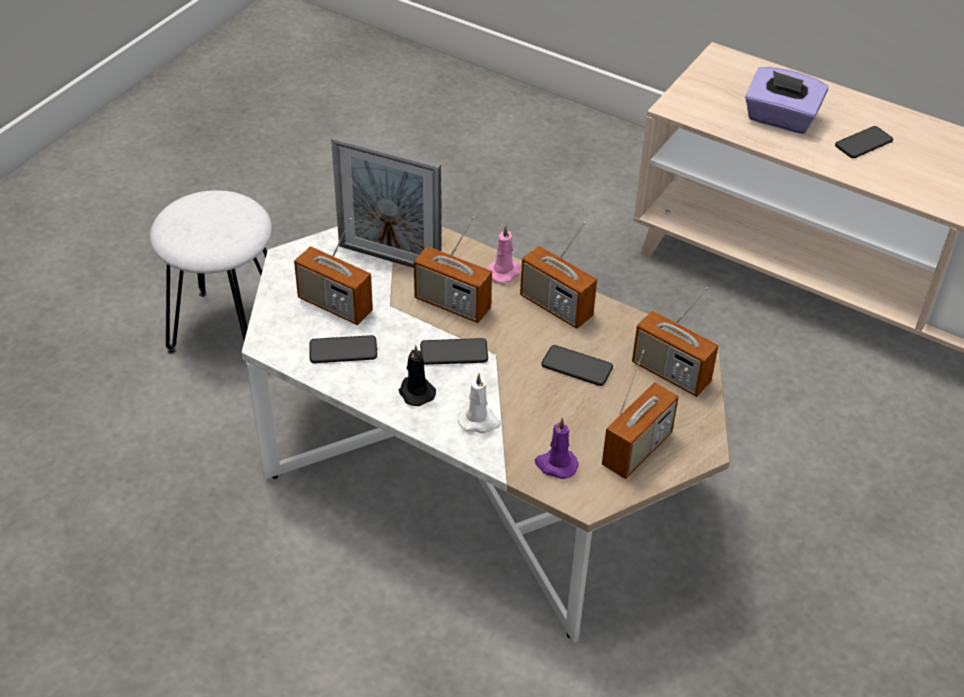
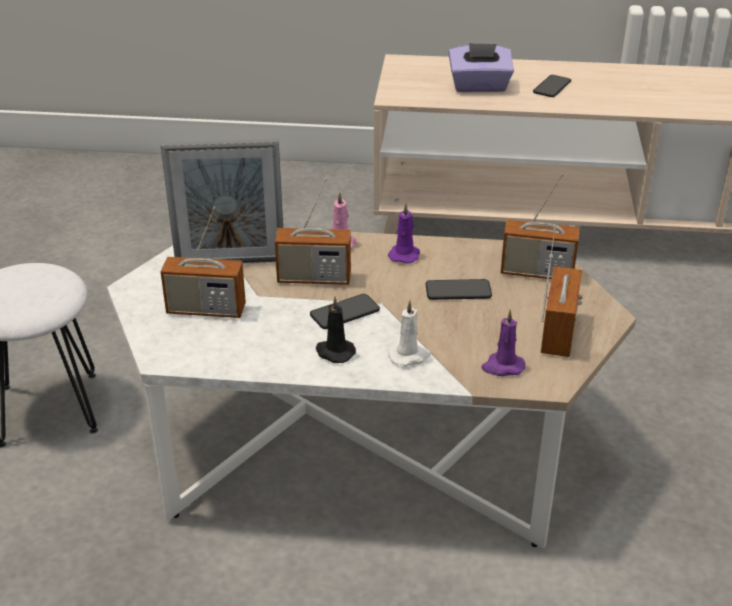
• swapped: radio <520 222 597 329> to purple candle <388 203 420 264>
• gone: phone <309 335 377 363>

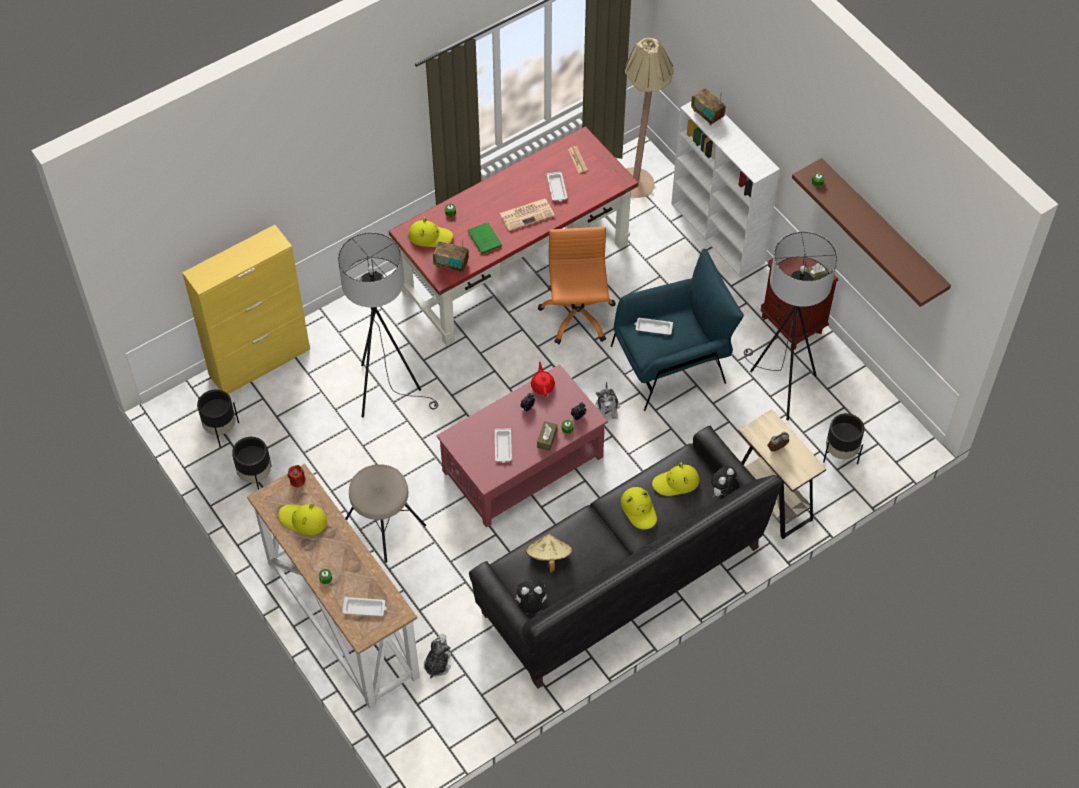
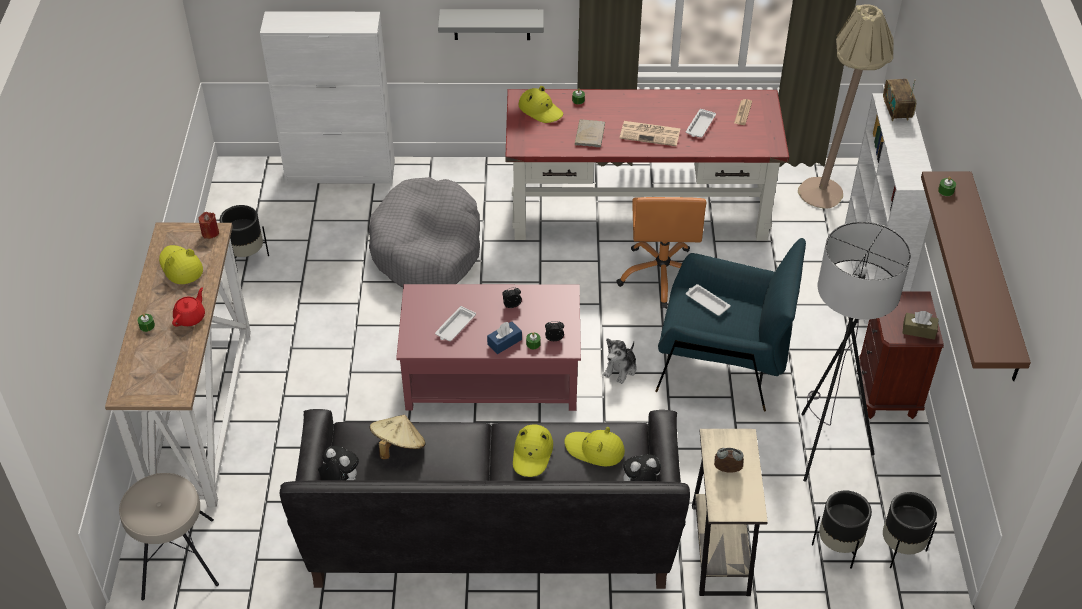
• shifted: beige stool <345 464 426 563> to <119 473 219 600>
• shifted: red teapot <531 361 555 397> to <172 287 205 327>
• repainted: yellow cabinet <182 225 310 394> to white cabinet <260 11 395 183>
• swapped: grey floor lamp <338 232 438 418> to grey dog bed <369 177 480 287>
• new: grey shelf <438 9 544 40>
• repainted: brown tissue box <537 421 557 451> to blue tissue box <487 321 522 354>
• repainted: green book <467 222 502 254> to beige book <574 119 605 147>
• rotated: orange office chair <538 227 616 344> = <616 197 706 309> 150 degrees clockwise
• shifted: black planter <197 389 239 448> to <883 492 937 568>
• gone: white tray <342 597 387 616>
• gone: plush toy <424 634 451 679>
• gone: radio <433 238 469 273>

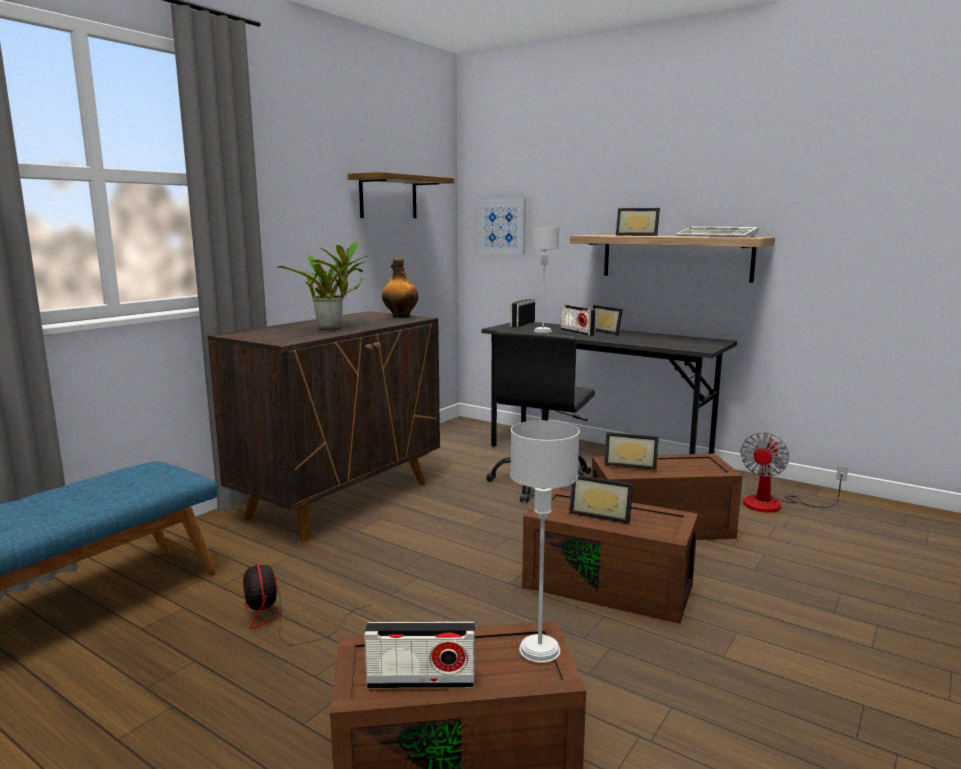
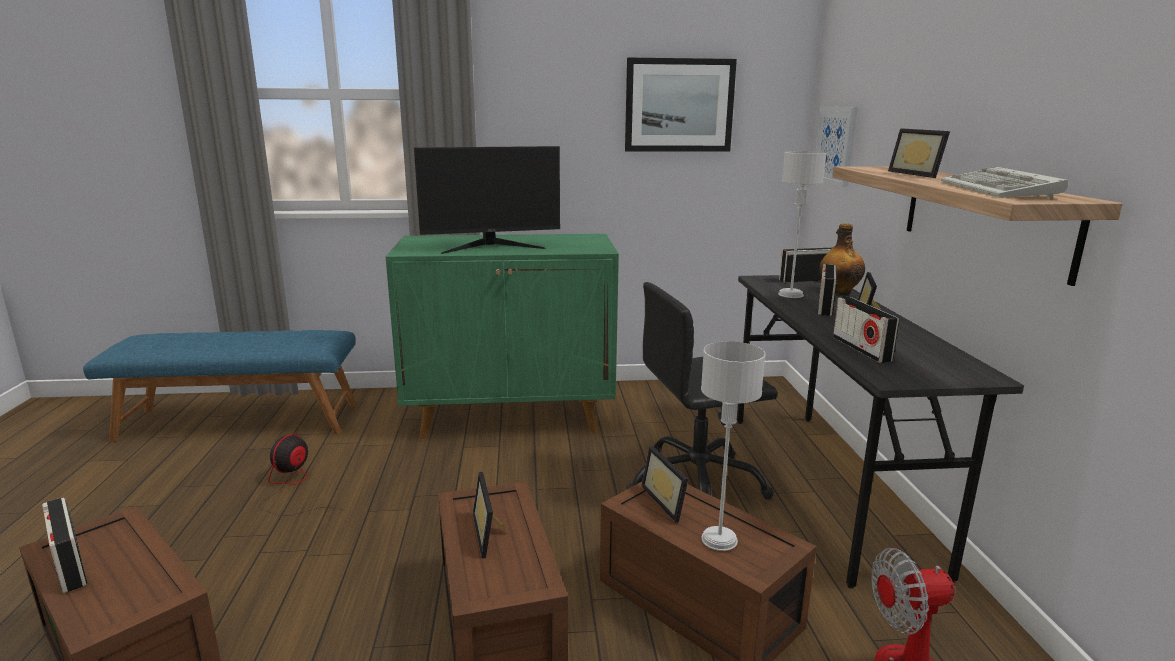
• repainted: brown cabinet <208 311 440 542> to green cabinet <386 234 619 438>
• swapped: potted plant <277 241 368 330> to monitor <414 146 560 254>
• swapped: shelf <347 172 454 218> to picture <625 58 737 152>
• shifted: grey table lamp <510 420 580 663> to <701 341 766 551>
• shifted: bottle <382 258 418 317> to <819 223 865 295>
• new: radio <833 297 899 363>

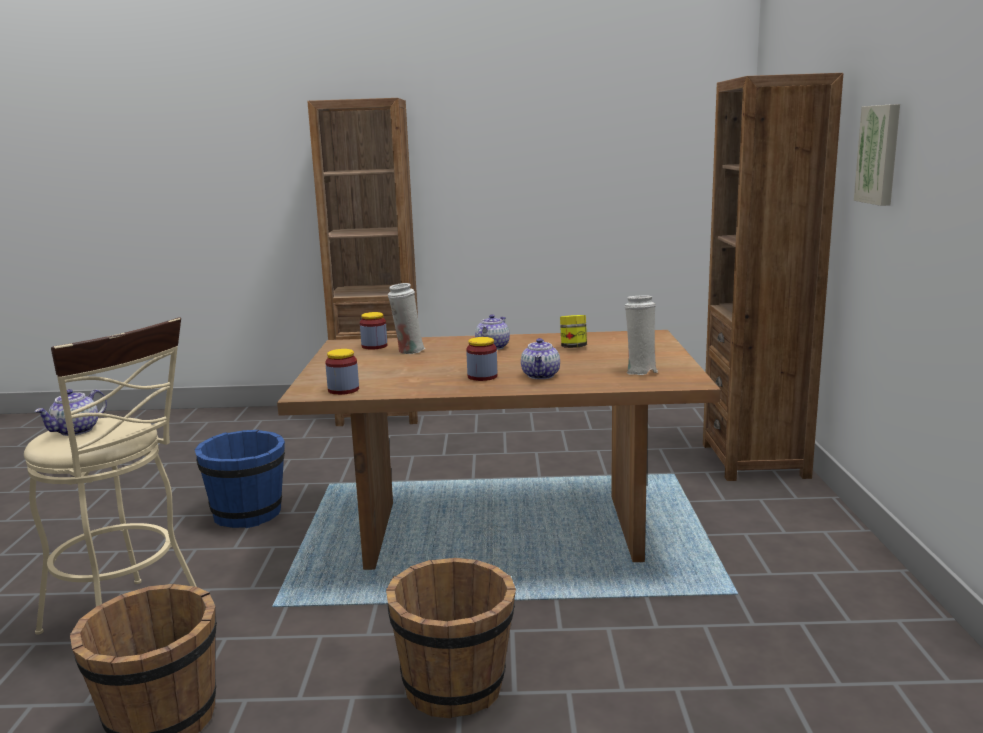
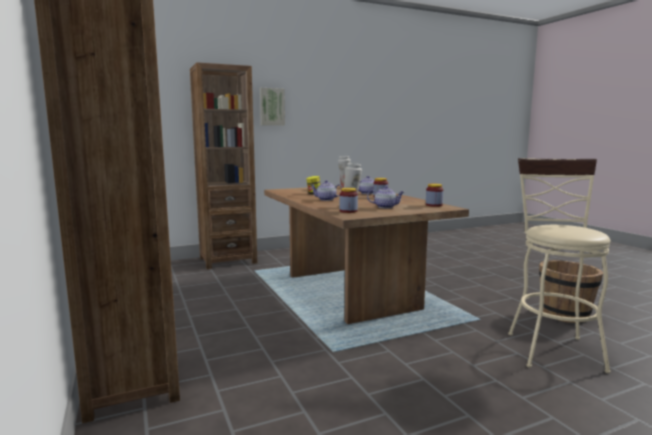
• shifted: teapot <34 389 107 436> to <367 186 404 208>
• gone: blue bucket <195 430 285 528>
• gone: brown bucket <386 558 516 718>

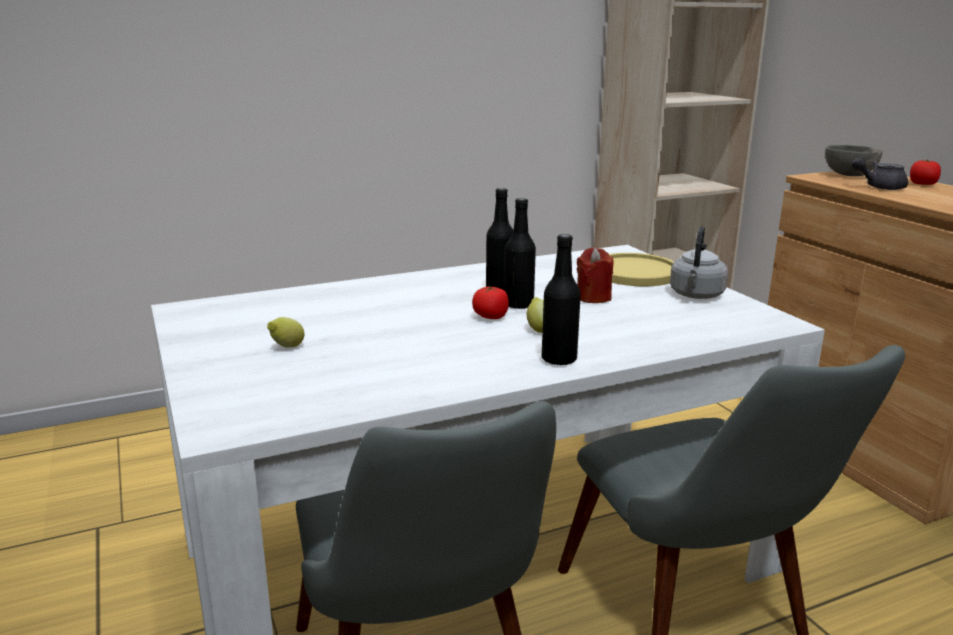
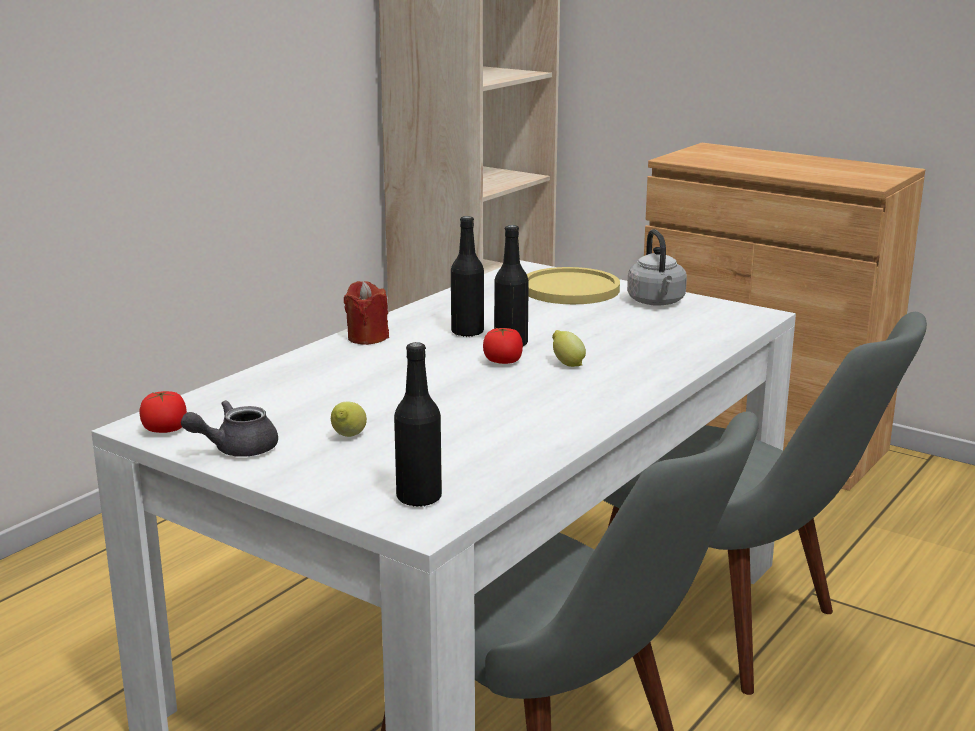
• shifted: tomato <910 160 941 185> to <139 391 187 433>
• shifted: grey teapot <852 158 908 190> to <181 400 278 457>
• shifted: red candle <577 247 614 303> to <344 281 389 345>
• shifted: black bottle <542 234 581 365> to <394 342 442 507>
• gone: grey bowl <825 145 883 176>

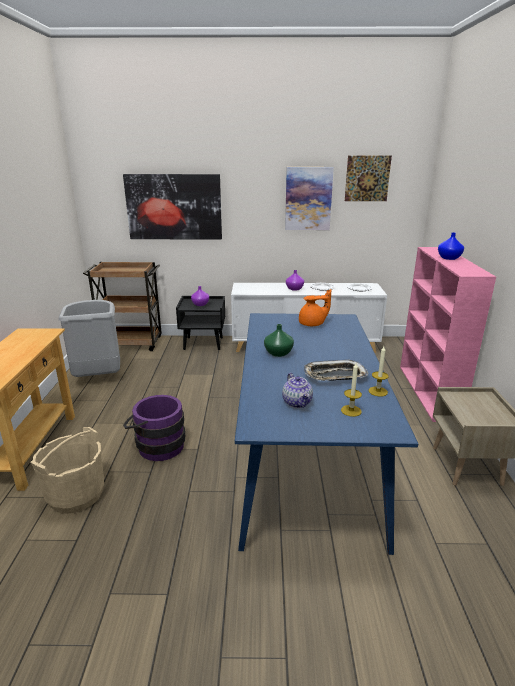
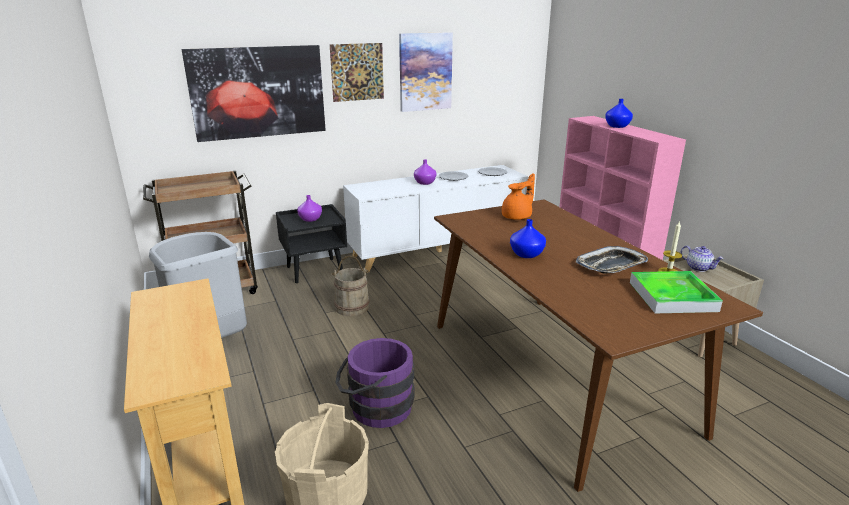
• shifted: picture <345 156 392 201> to <330 43 384 102>
• new: beige bucket <331 255 370 316>
• repainted: blue dining table <235 313 418 555> to brown dining table <434 200 763 492>
• repainted: green vase <264 324 294 357> to blue vase <510 219 546 258>
• swapped: candle <341 363 362 417> to tray <630 271 723 313>
• shifted: teapot <282 373 313 408> to <680 246 724 272>

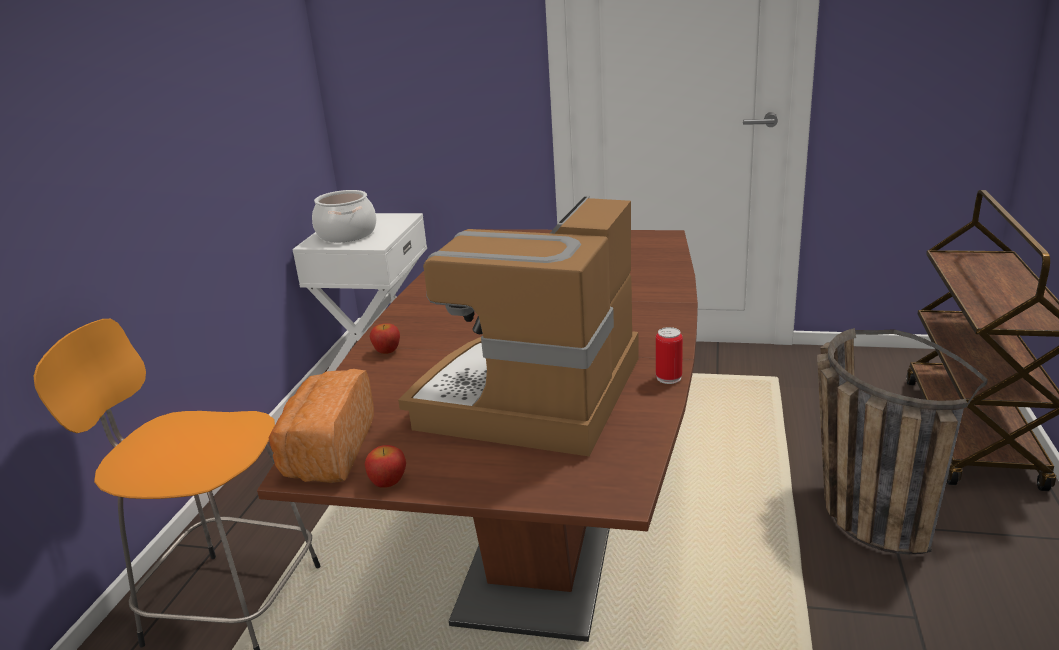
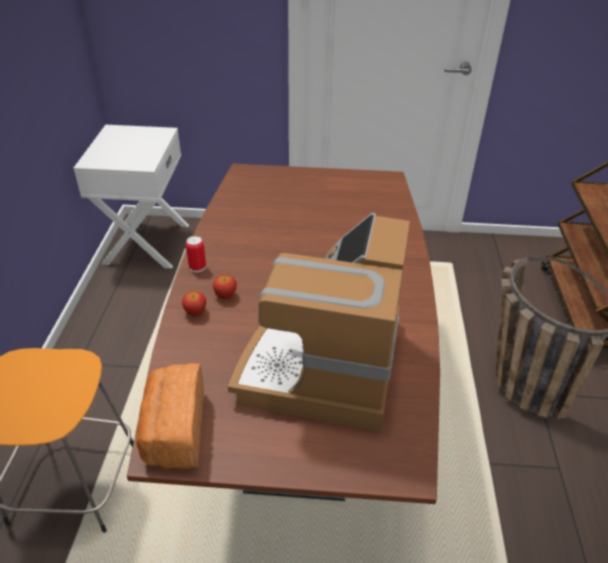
• shifted: can <656 327 683 384> to <186 236 206 272>
• shifted: apple <364 445 406 488> to <213 275 237 299>
• gone: cooking pot <312 190 376 242>

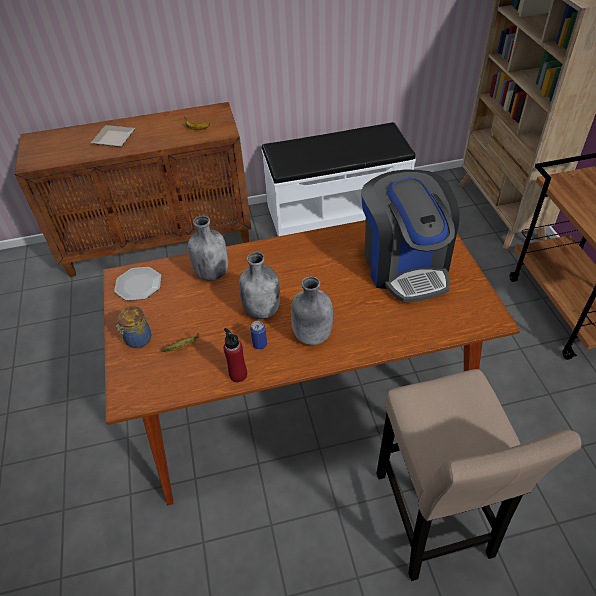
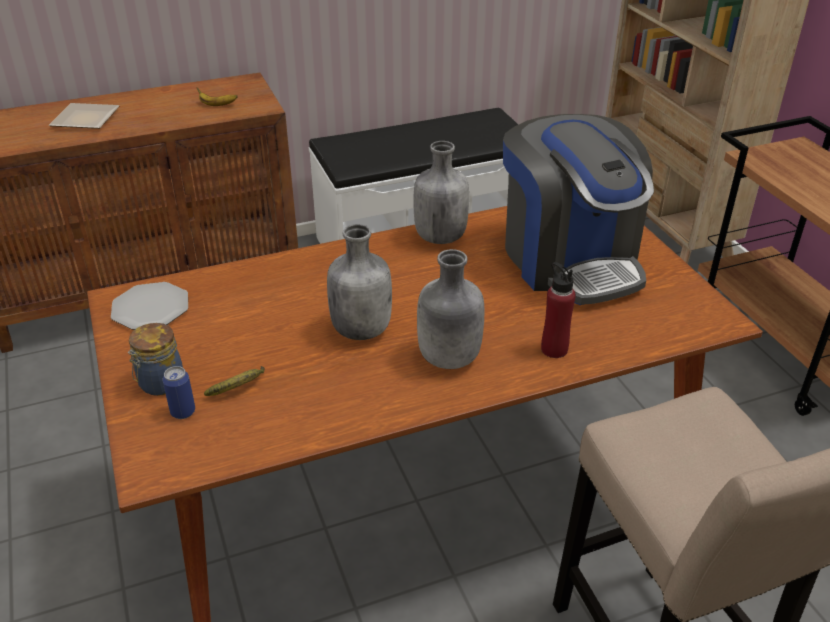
• shifted: can <250 321 267 350> to <163 366 195 419>
• shifted: grey bottle <188 216 228 281> to <413 141 469 244>
• shifted: red bottle <224 328 247 382> to <541 262 576 358>

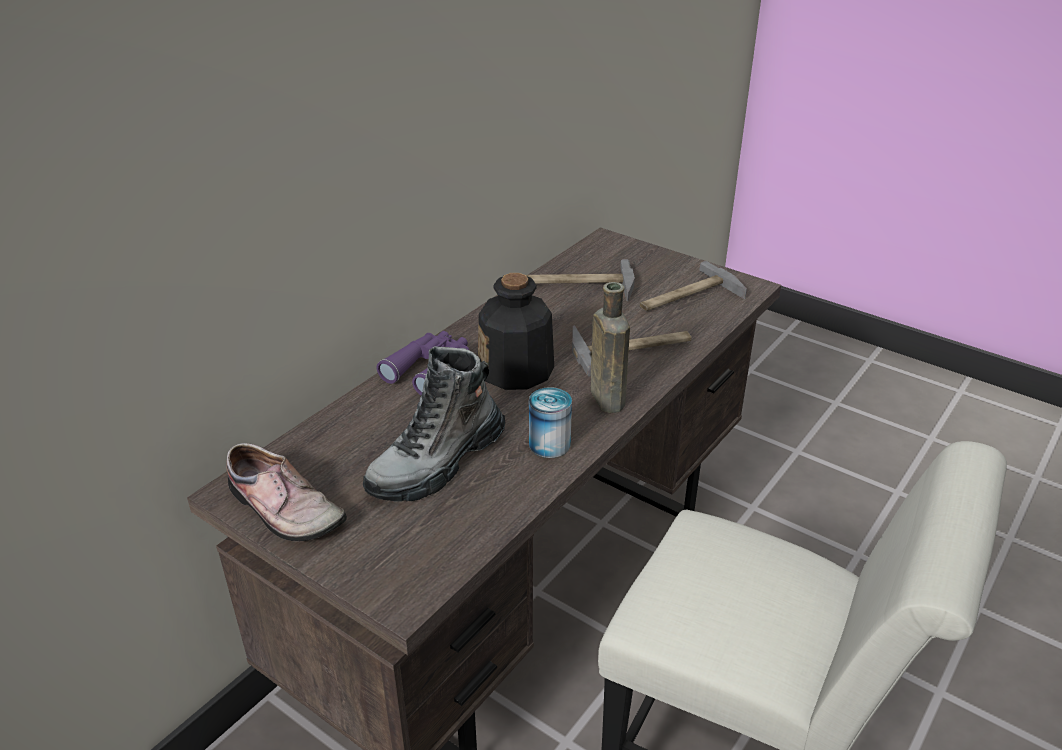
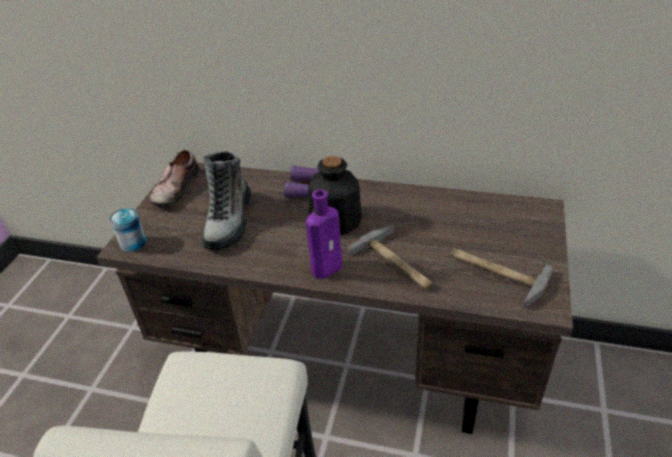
• shifted: can <529 387 572 458> to <110 208 147 252>
• rotated: boot <363 346 505 502> = <202 151 251 250> 105 degrees counterclockwise
• repainted: brown bottle <591 282 630 413> to purple bottle <306 190 342 279>
• gone: hammer <526 259 635 301>

